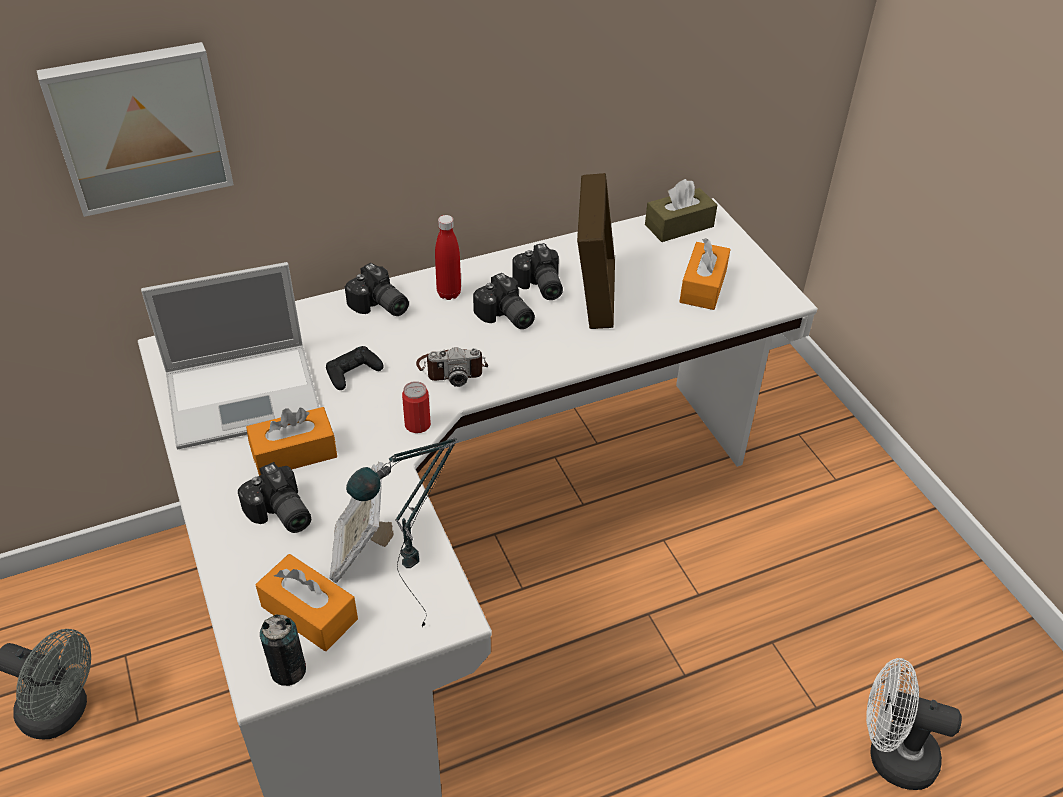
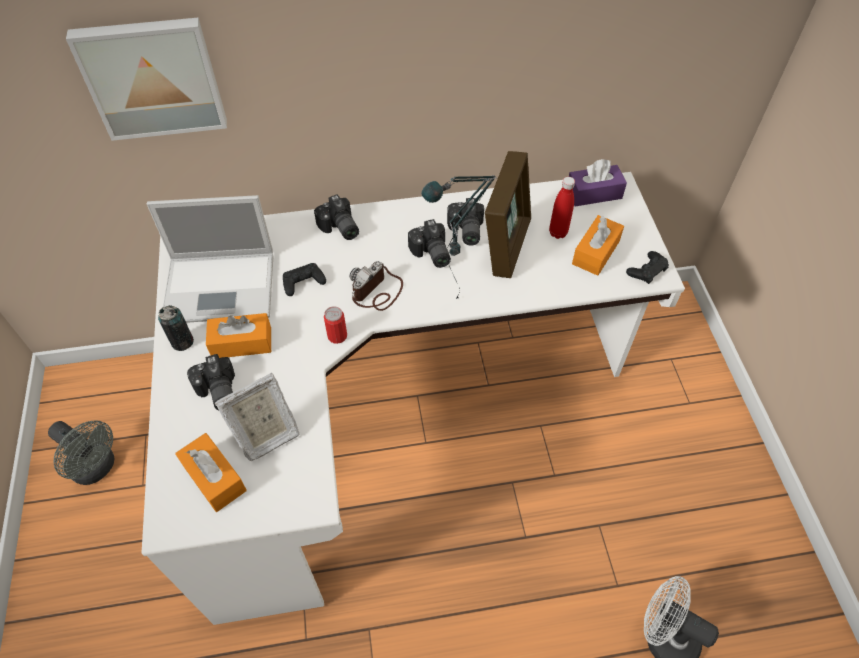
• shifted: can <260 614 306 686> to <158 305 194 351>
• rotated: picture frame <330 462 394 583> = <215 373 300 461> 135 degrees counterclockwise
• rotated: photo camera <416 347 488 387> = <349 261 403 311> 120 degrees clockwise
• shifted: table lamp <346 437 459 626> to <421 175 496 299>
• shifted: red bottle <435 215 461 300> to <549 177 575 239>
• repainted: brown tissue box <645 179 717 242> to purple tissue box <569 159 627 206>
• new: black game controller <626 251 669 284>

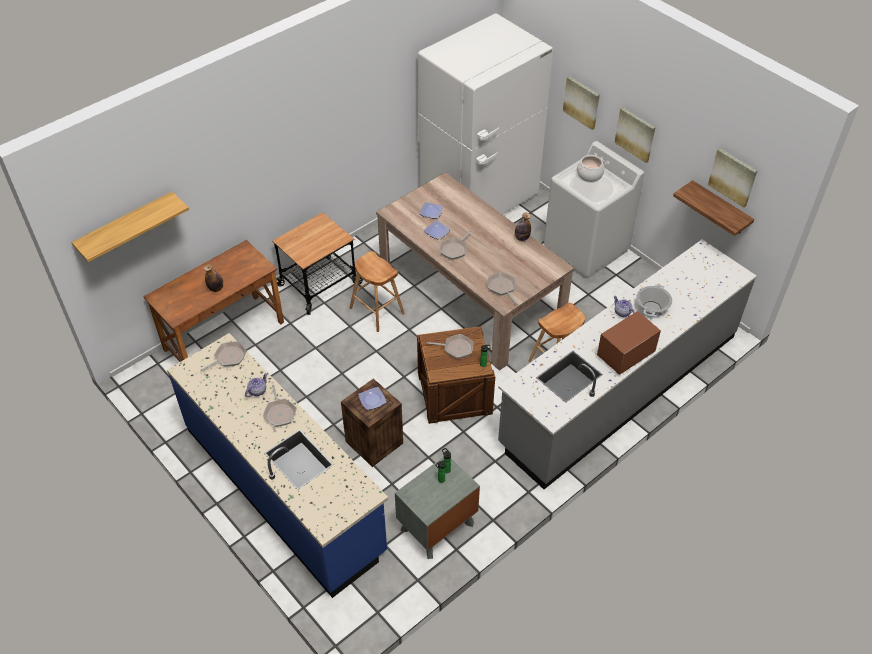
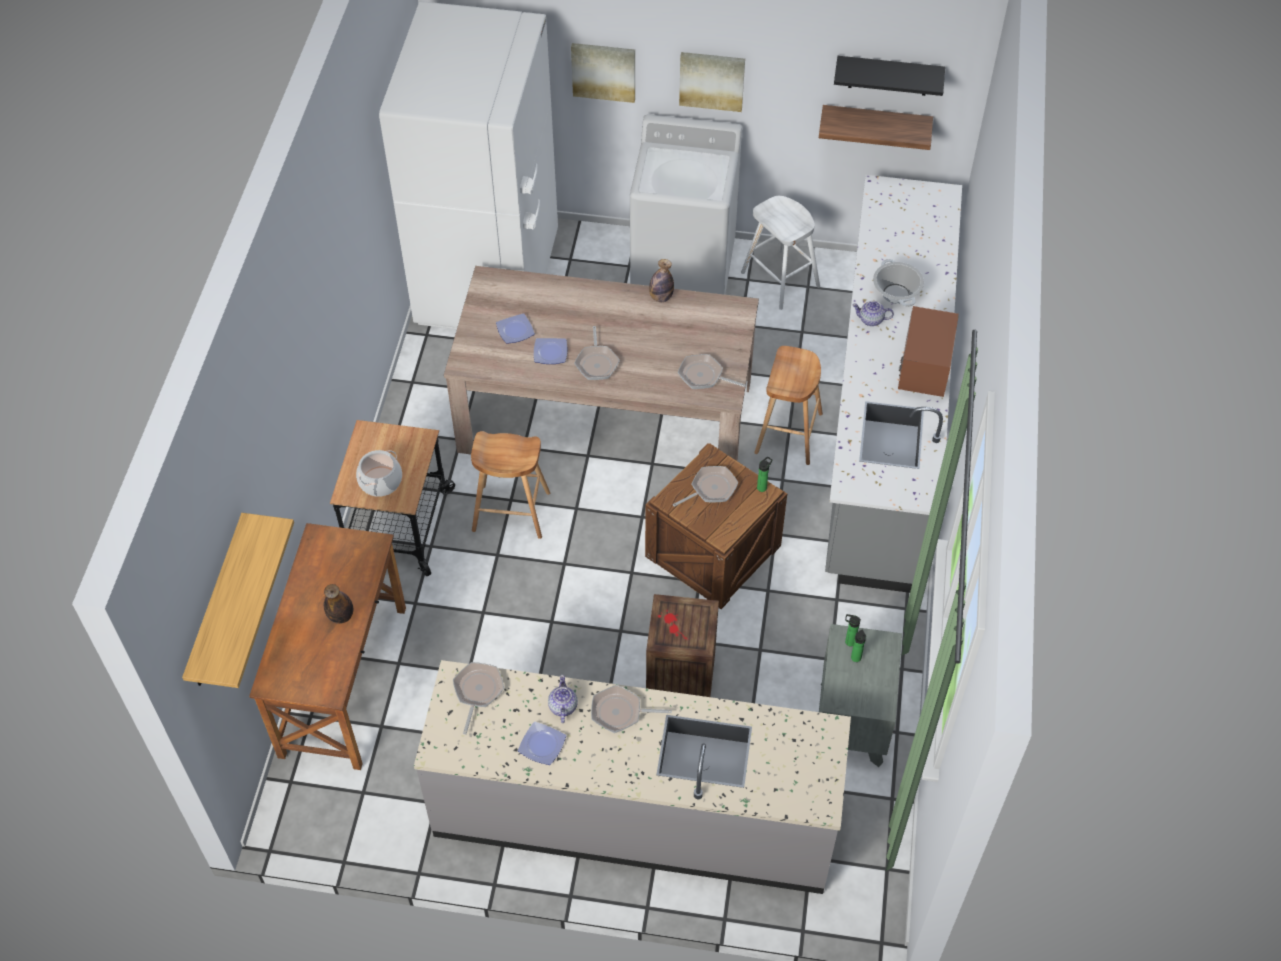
• shifted: cooking pot <577 155 606 182> to <356 450 402 497>
• repainted: blue counter <167 333 388 598> to grey counter <414 660 851 894>
• shifted: plate <358 387 387 410> to <518 722 566 765>
• rotated: frying pan <263 385 297 427> = <591 685 672 733> 150 degrees clockwise
• new: white stool <741 196 820 310>
• swapped: picture <708 148 757 208> to black shelf <834 56 945 96>

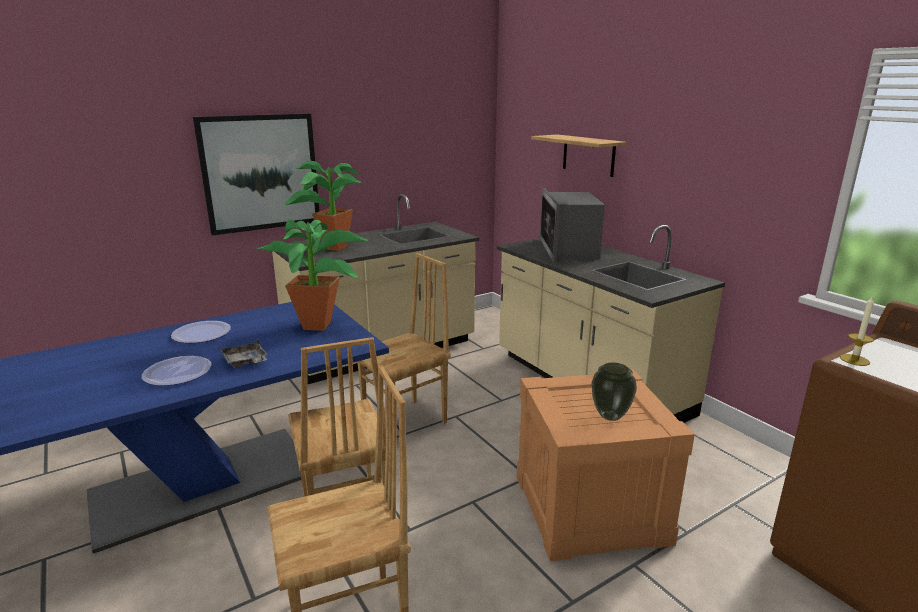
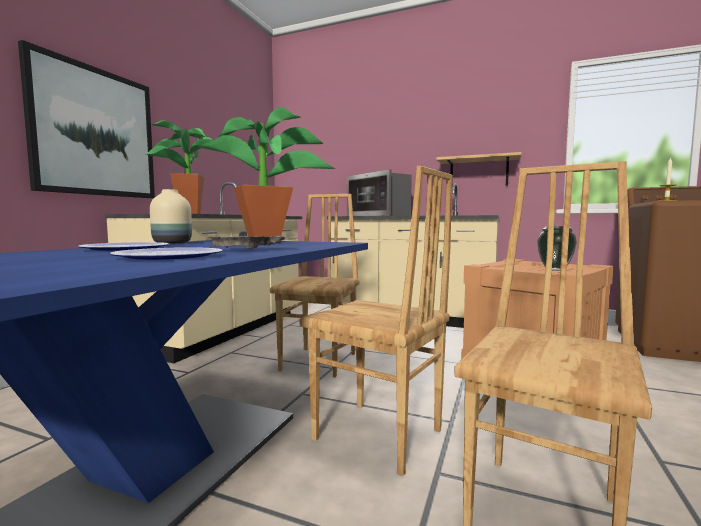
• new: beige vase <150 189 192 244>
• shifted: shelf <531 134 627 177> to <436 152 521 186>

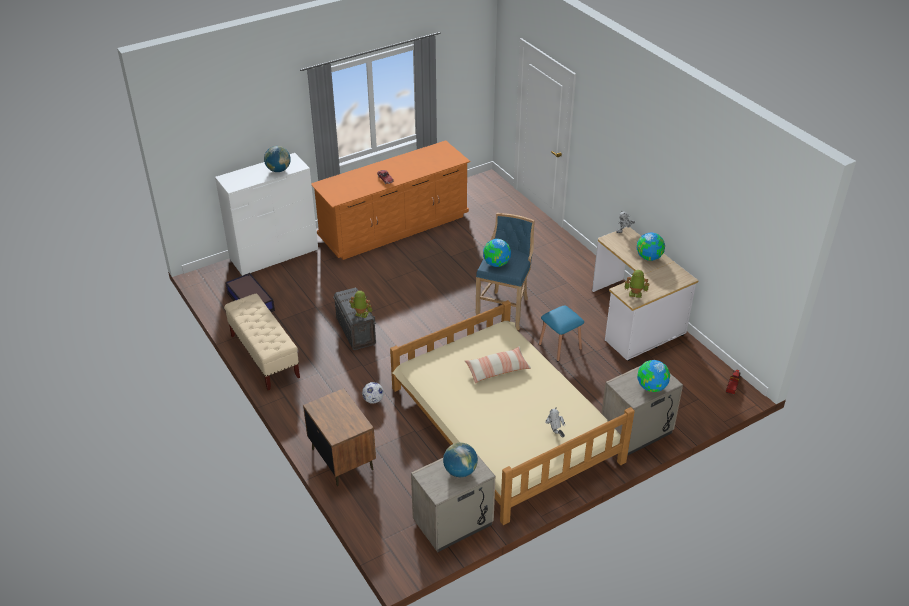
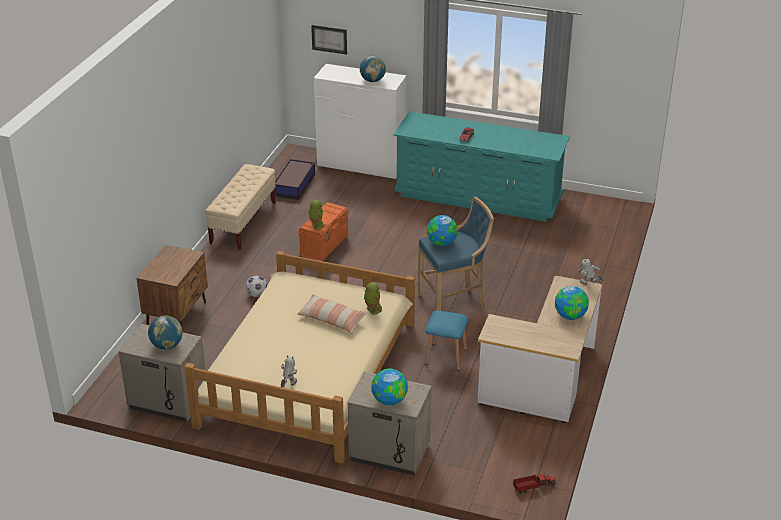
• repainted: grey storage box <333 288 376 350> to orange storage box <298 202 349 261>
• new: picture <311 25 347 54>
• shifted: toy robot <624 270 649 298> to <364 282 382 315>
• repainted: orange dresser <311 140 470 260> to turquoise dresser <393 111 570 222>

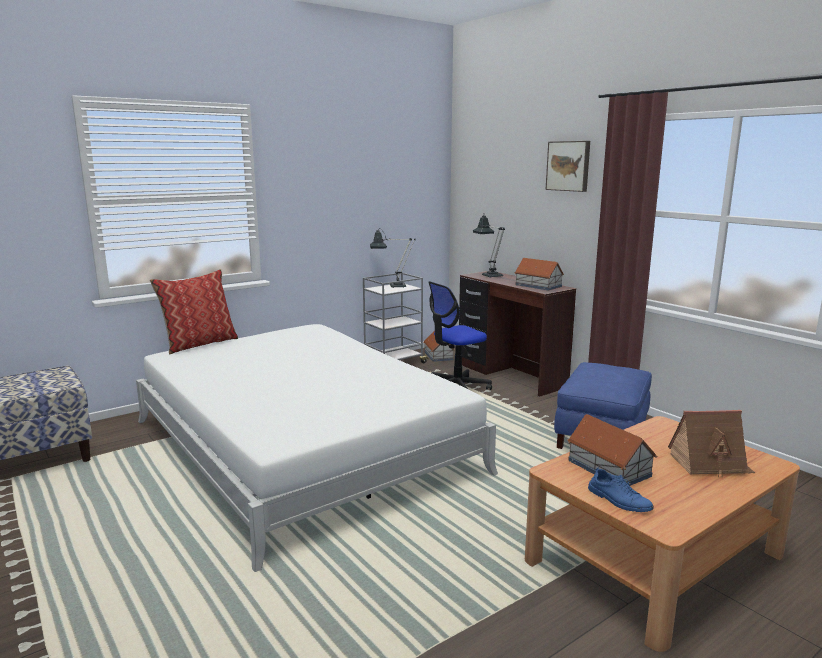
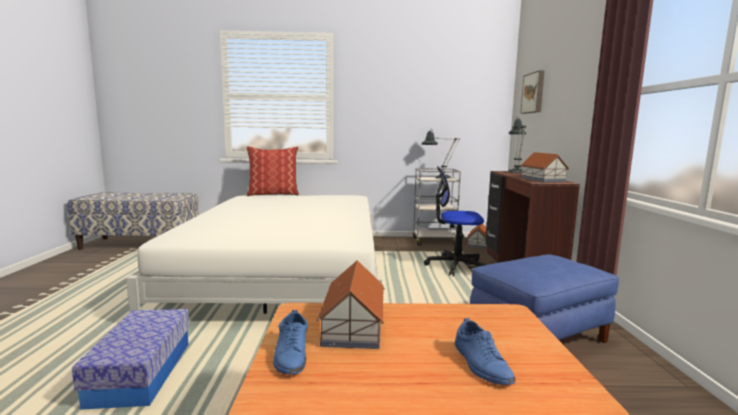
• new: storage box <72 309 189 410>
• swapped: toy house <668 410 755 477> to blue shoe <455 318 515 385>
• shifted: picture <546 141 590 192> to <520 70 545 114>

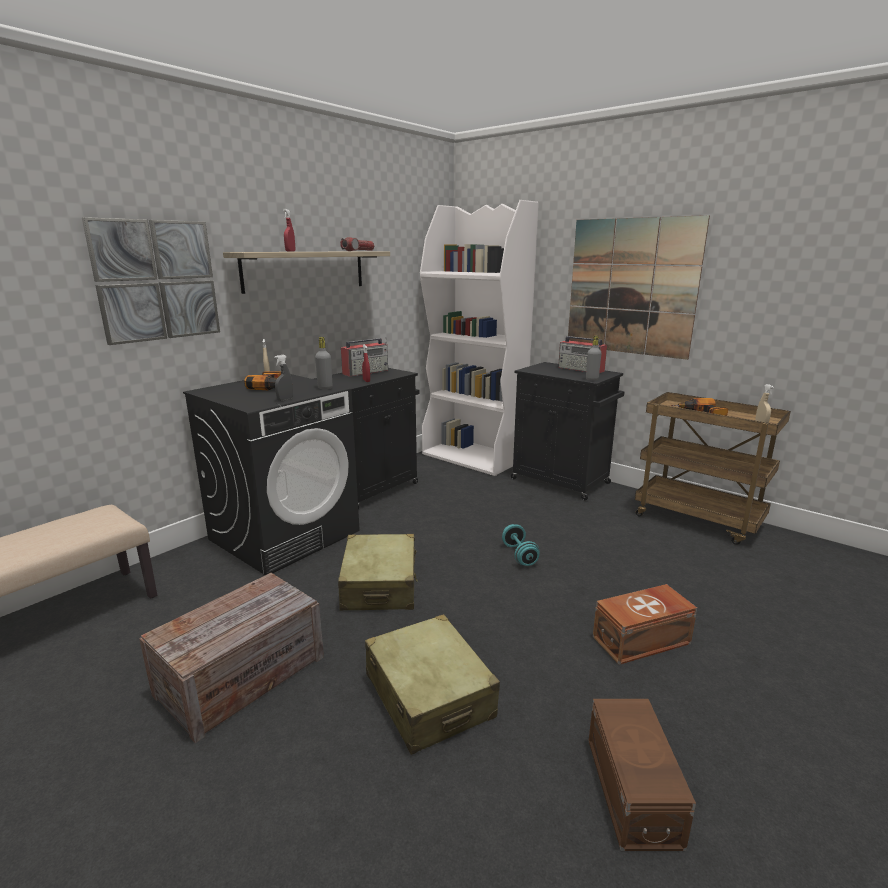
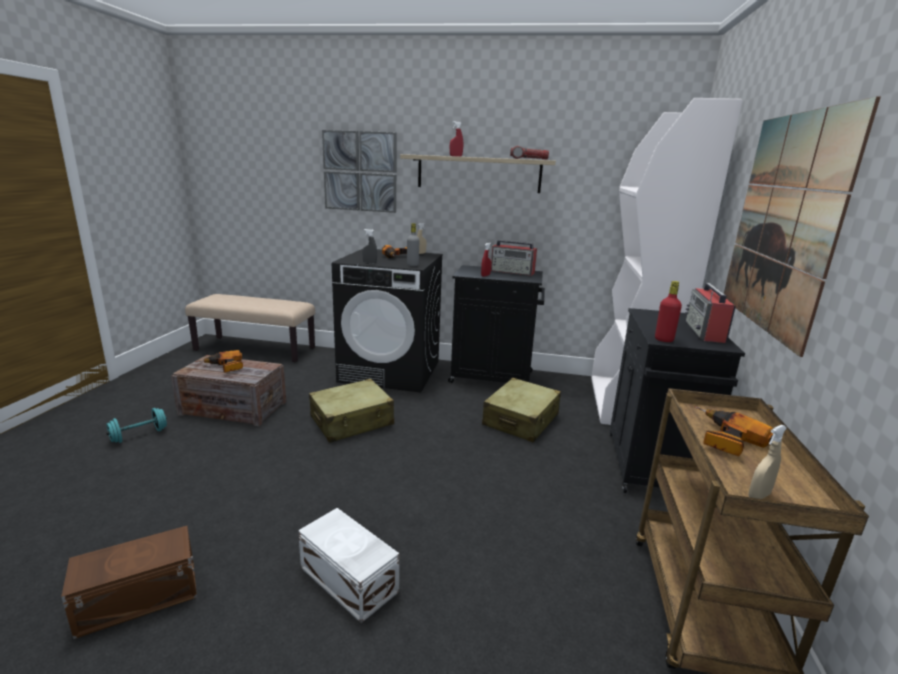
• shifted: turquoise dumbbell <502 524 540 566> to <106 408 167 443>
• new: power drill <195 350 243 373>
• repainted: brown storage box <593 584 697 665> to white storage box <298 508 399 623>
• shifted: beige suitcase <365 614 500 755> to <482 378 561 442>
• repainted: grey bottle <586 336 601 380> to red bottle <655 281 682 342>

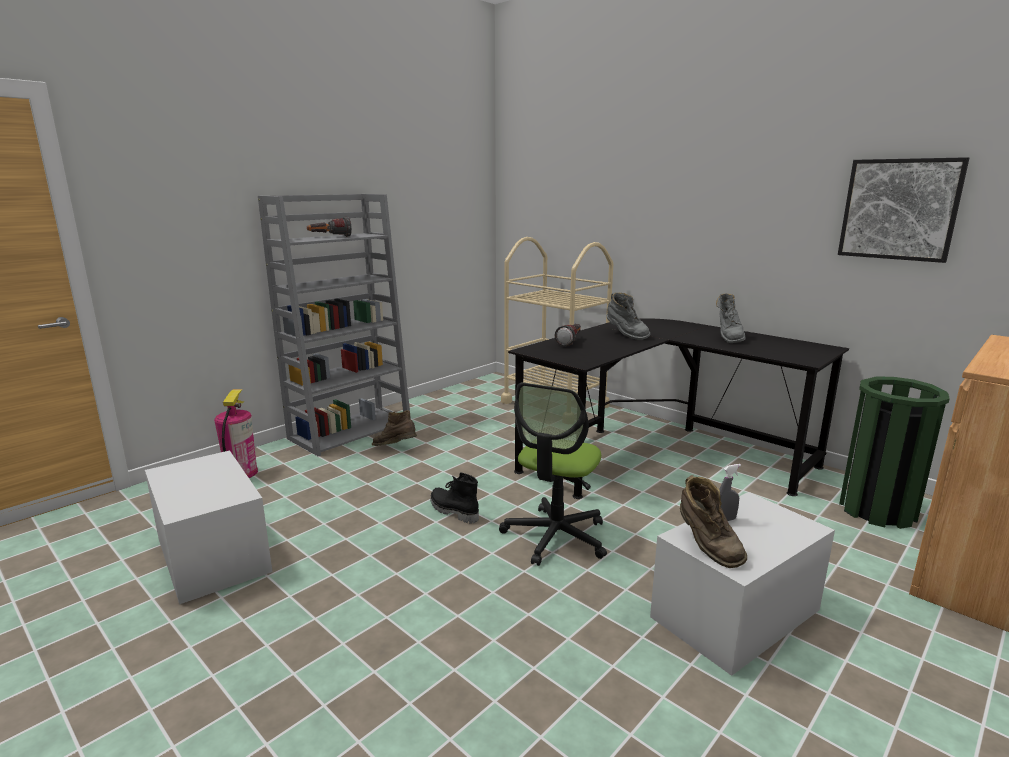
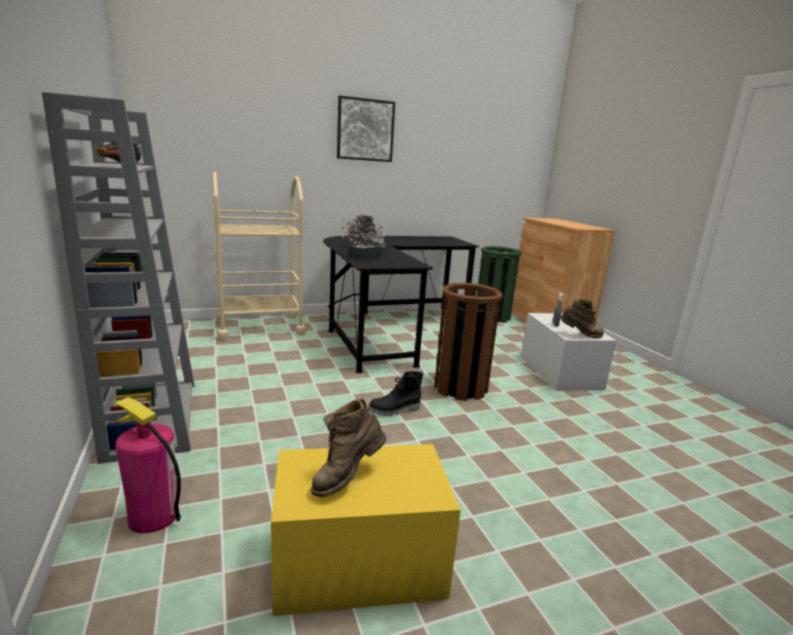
• repainted: white storage box <145 450 272 605> to yellow storage box <271 444 461 616>
• shifted: brown boot <372 410 417 446> to <311 398 386 497>
• shifted: picture <838 157 969 263> to <337 95 395 162>
• swapped: flashlight <554 324 581 347> to potted plant <341 217 385 259>
• swapped: office chair <499 382 607 566> to brown trash can <434 283 503 401>
• gone: grey boot <716 293 746 343>

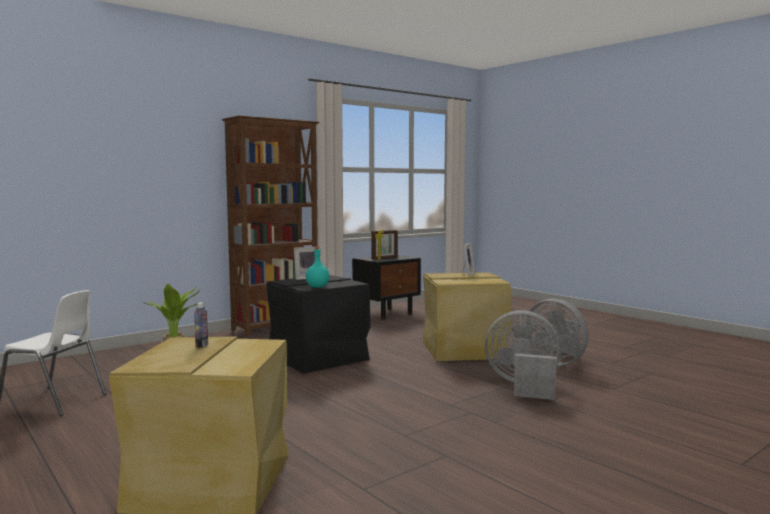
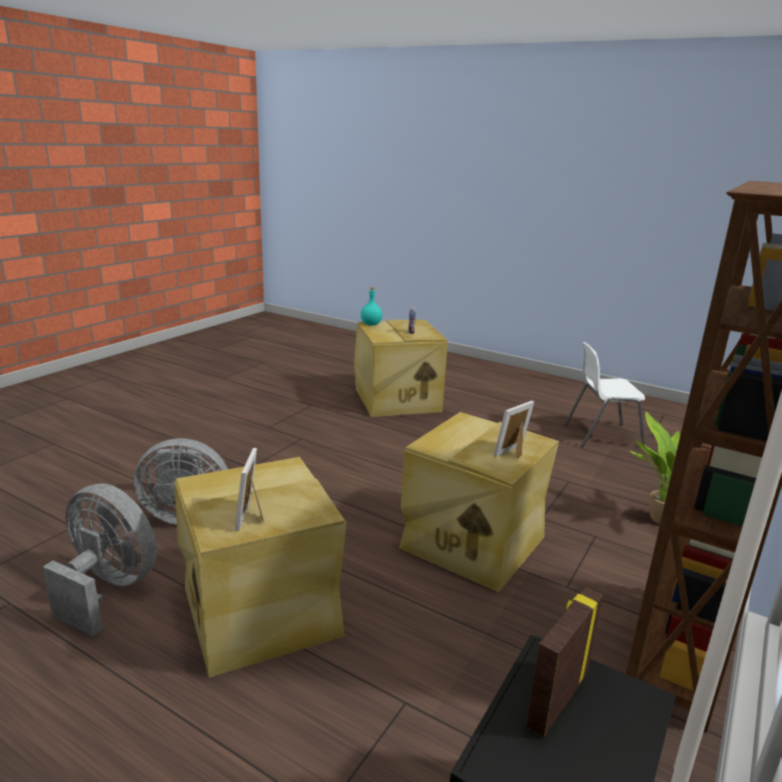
• shifted: turquoise bottle <306 246 330 288> to <361 287 382 325>
• repainted: black storage box <266 275 371 374> to beige storage box <399 412 559 592>

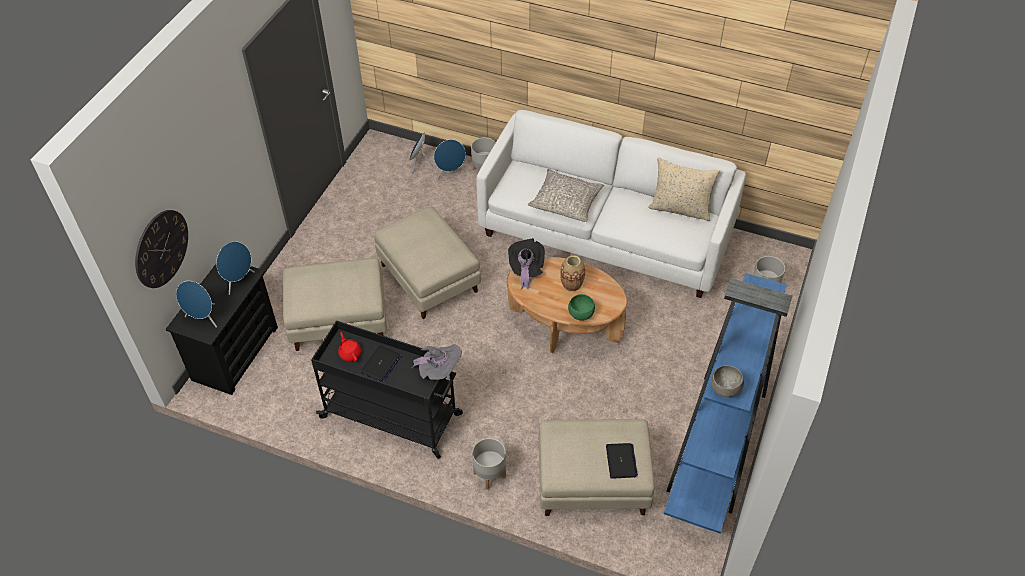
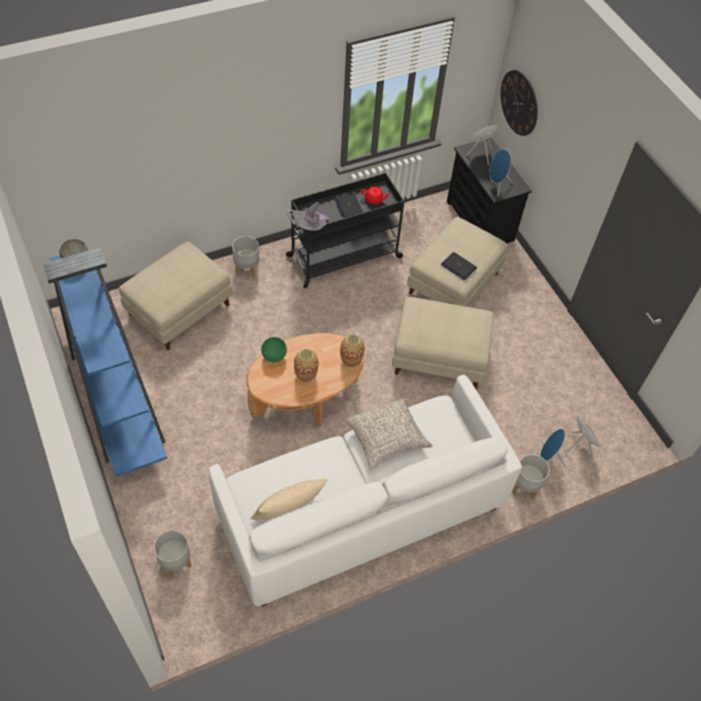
• swapped: black hat <508 238 545 290> to vase <340 334 365 367>
• shifted: laptop <606 443 638 479> to <441 252 477 280>

